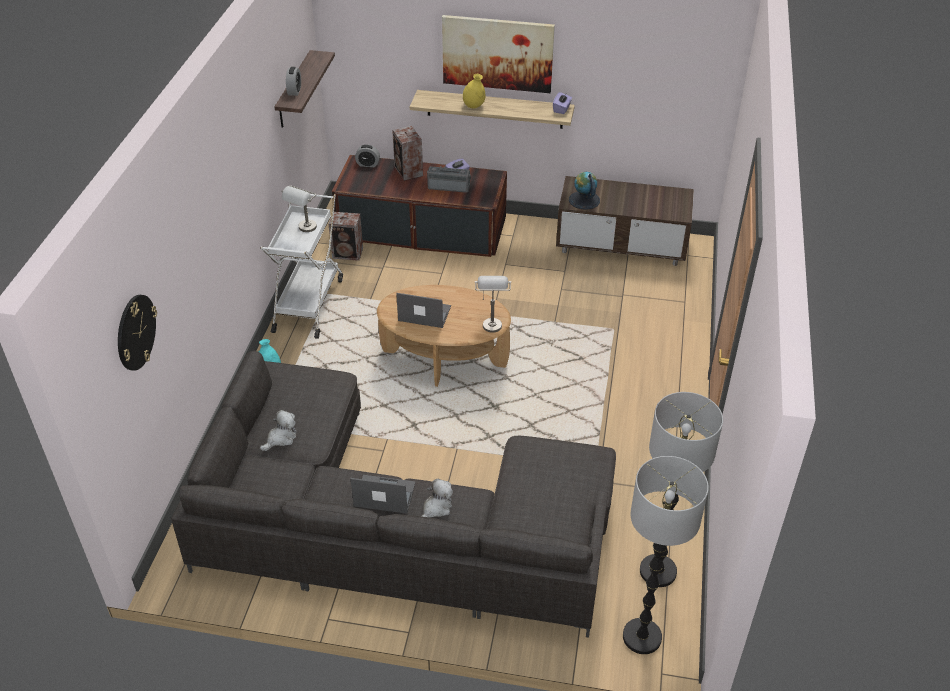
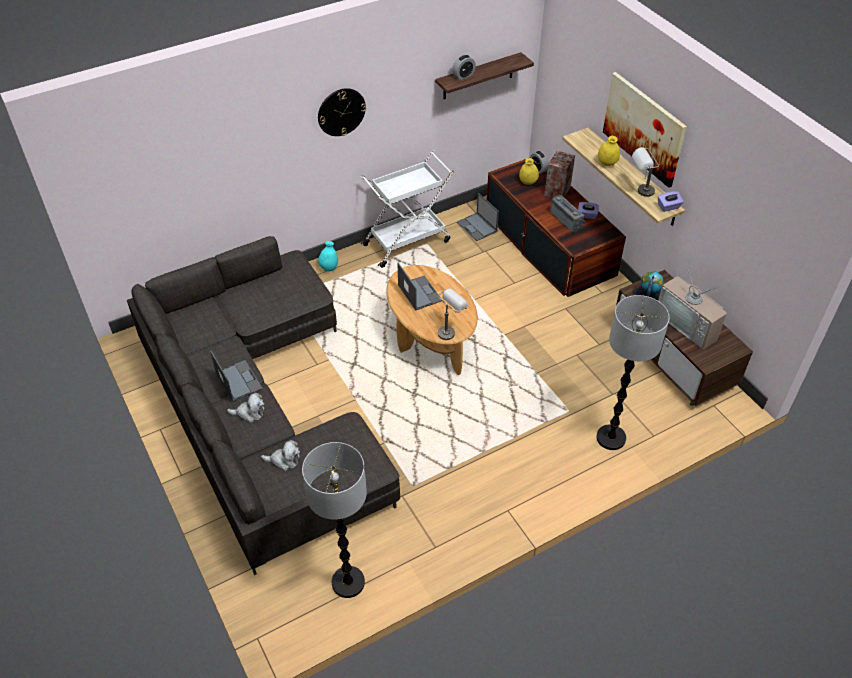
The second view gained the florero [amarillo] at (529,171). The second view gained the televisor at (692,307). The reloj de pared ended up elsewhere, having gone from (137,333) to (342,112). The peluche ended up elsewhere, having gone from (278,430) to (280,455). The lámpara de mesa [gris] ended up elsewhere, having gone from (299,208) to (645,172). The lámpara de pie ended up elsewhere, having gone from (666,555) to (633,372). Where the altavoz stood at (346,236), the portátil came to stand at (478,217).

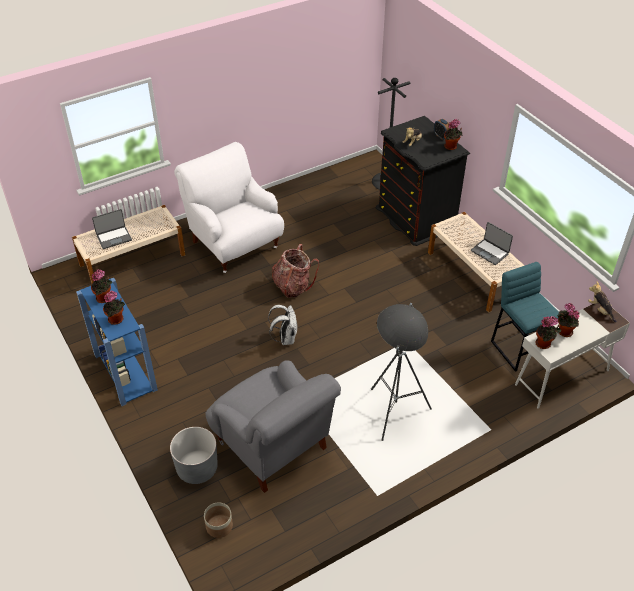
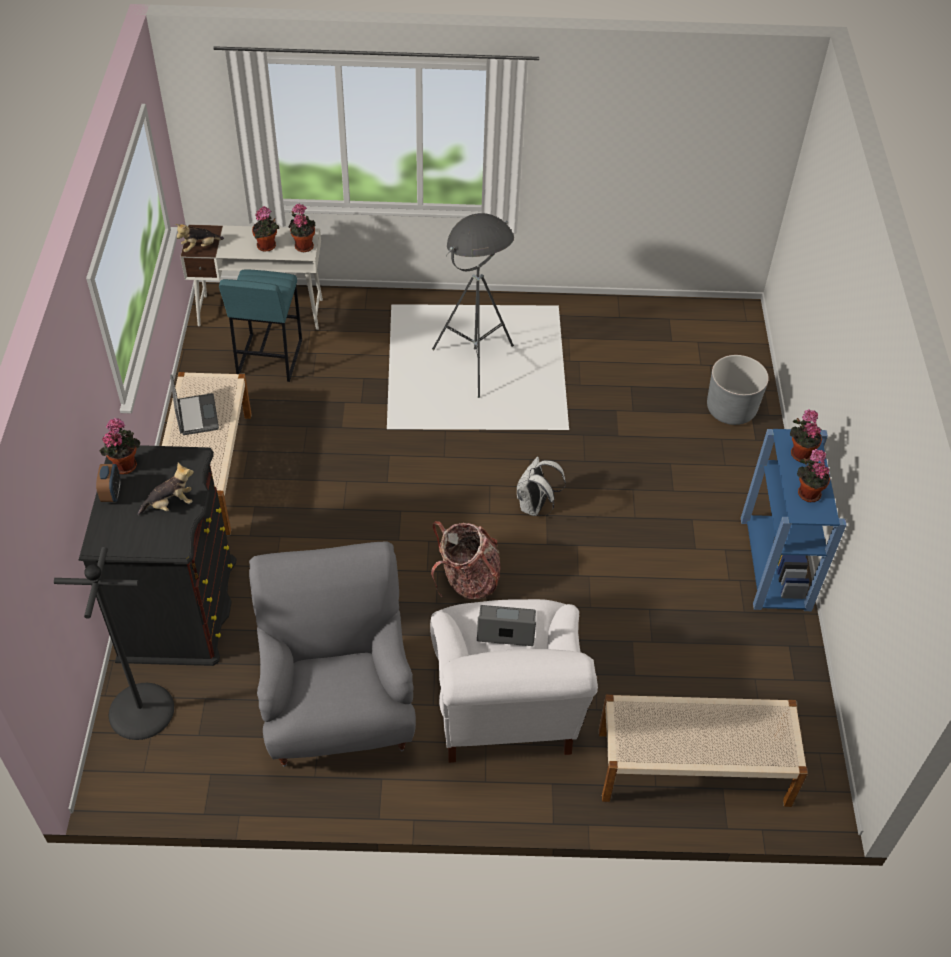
The second view lost the maceta at (218,520). The portátil ended up elsewhere, having gone from (112,229) to (506,625). The sillón [gris] ended up elsewhere, having gone from (273,426) to (332,654). The peluche at (602,302) ended up facing another way, 60 degrees clockwise from before.

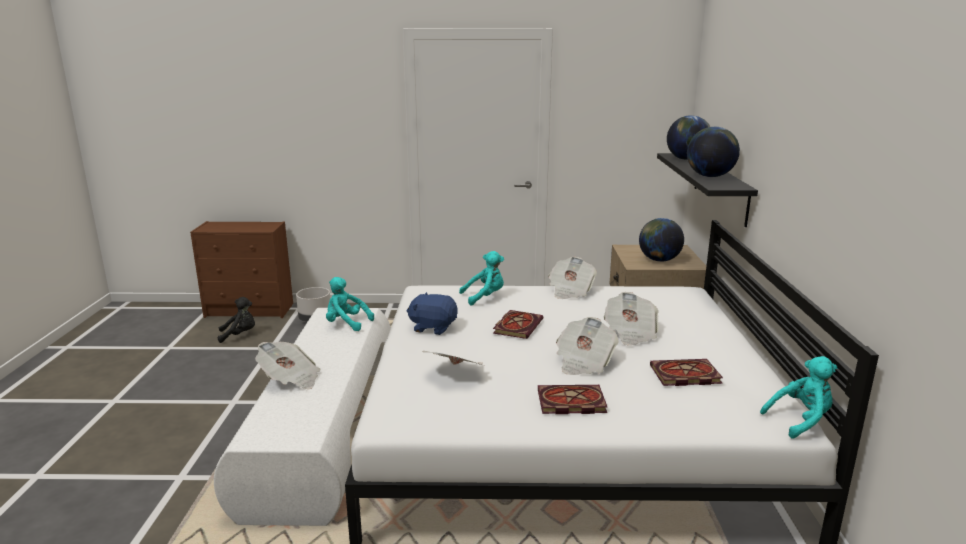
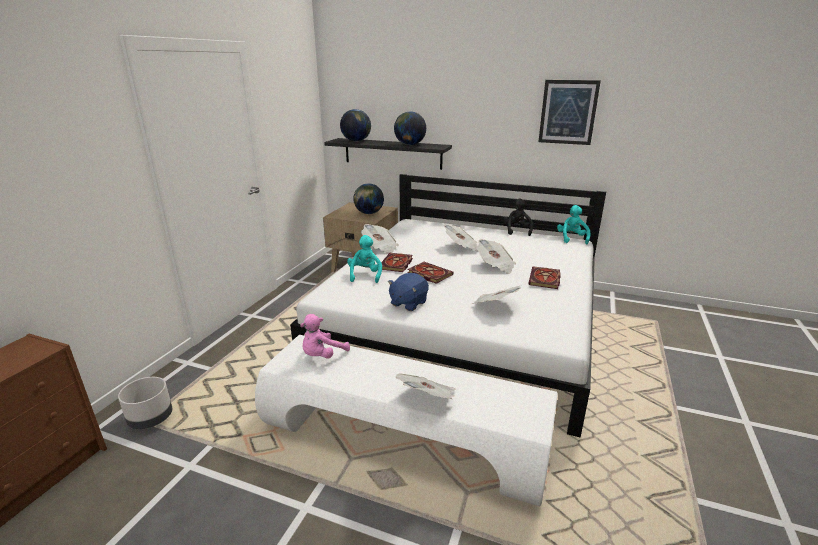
The second view gained the cuadro at (569,112). The peluche [negro] ended up elsewhere, having gone from (236,320) to (518,217). The libro ended up elsewhere, having gone from (686,372) to (397,262). What was the peluche [turquesa] at (350,304) turned into the peluche [rosa] at (325,336).

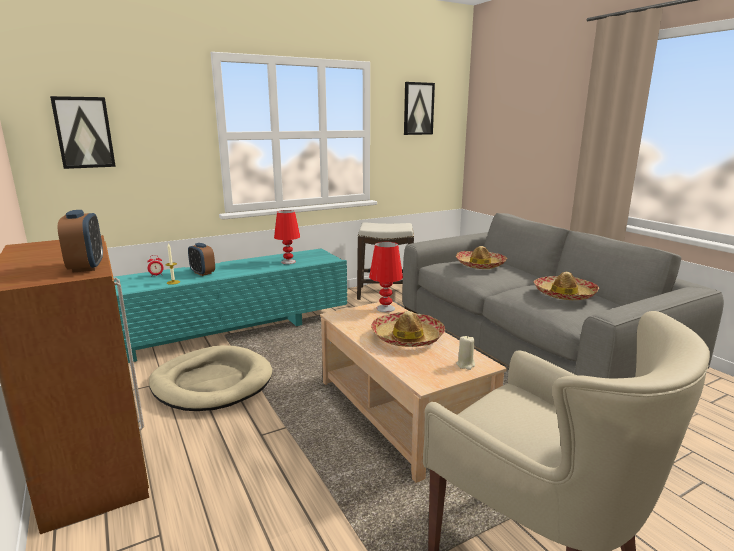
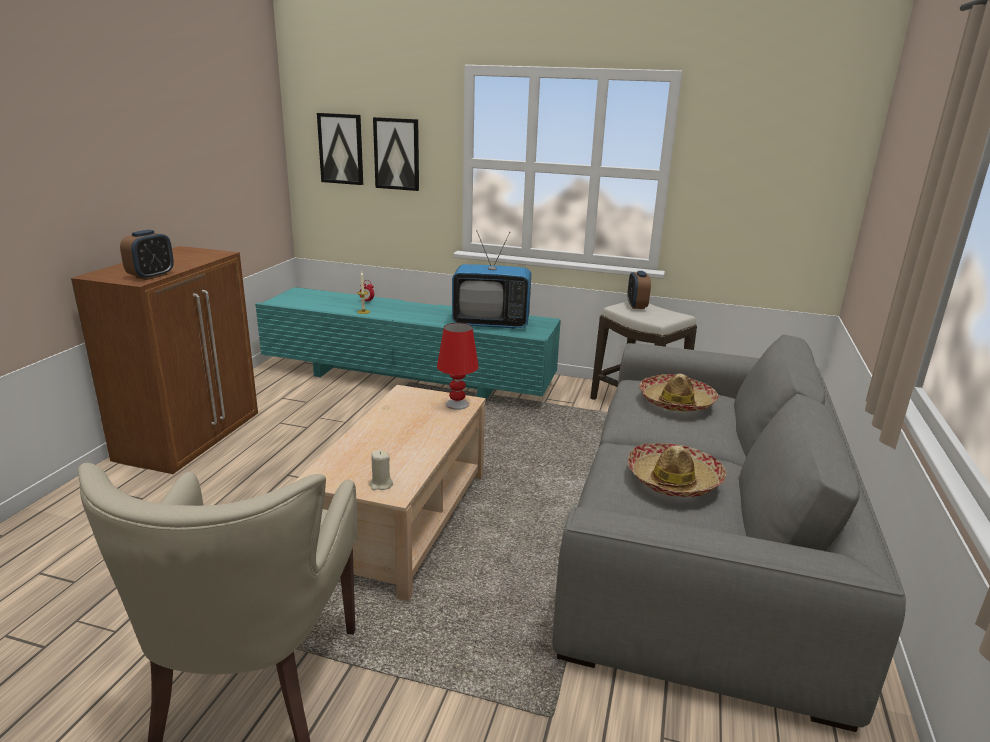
The second view lost the cama para perro [beis] at (210,378). The second view lost the sombrero at (408,329). The despertador ended up elsewhere, having gone from (201,259) to (639,290). The cuadro ended up elsewhere, having gone from (419,108) to (396,154). Where the lámpara de mesa [rojo] stood at (287,237), the televisor came to stand at (491,279).

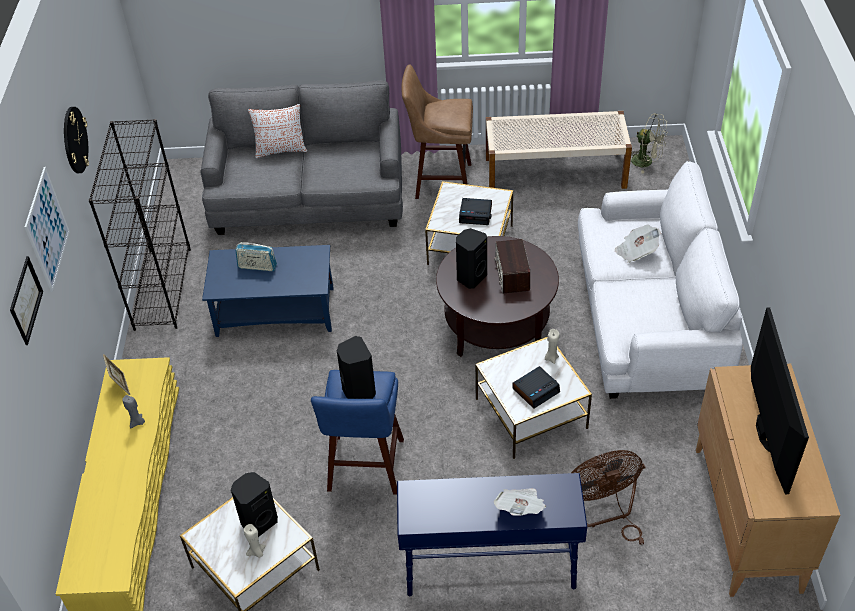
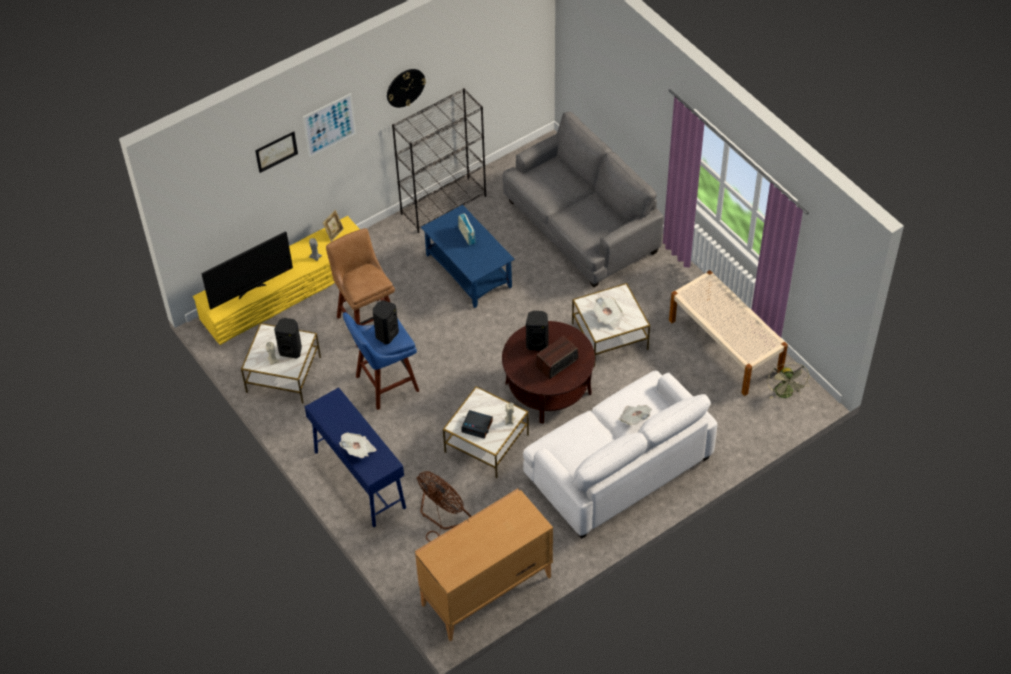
The second view lost the cojín [blanco] at (277,131). The taburete [marrón] ended up elsewhere, having gone from (437,131) to (360,288). The televisor ended up elsewhere, having gone from (780,401) to (247,270). Where the despertador stood at (475,211), the periódico came to stand at (608,312).

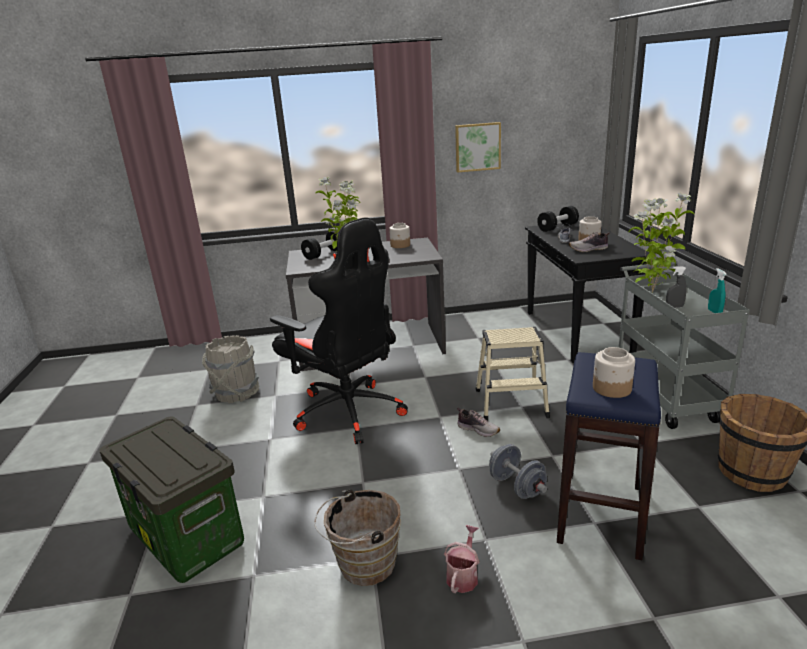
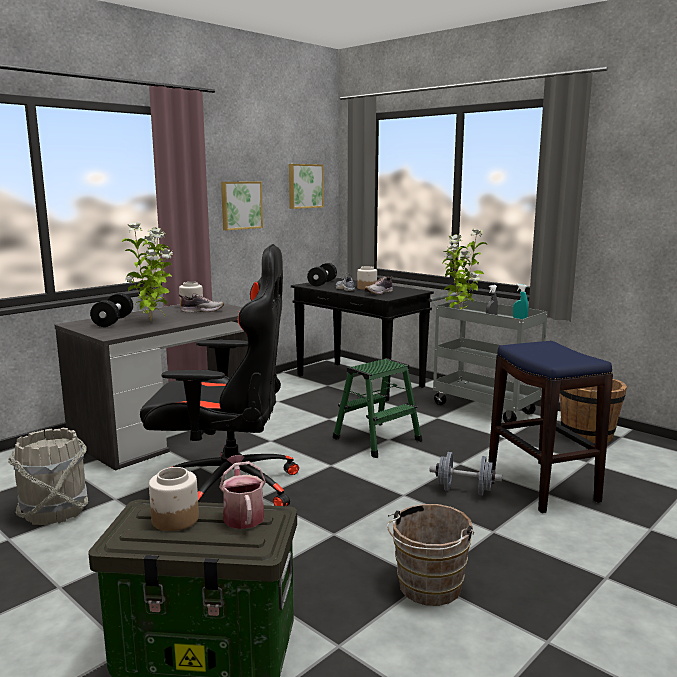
The second view gained the cuadro at (306,186). The regadera ended up elsewhere, having gone from (462,559) to (242,492). The zapato ended up elsewhere, having gone from (478,422) to (201,303). The tarro ended up elsewhere, having gone from (614,372) to (174,499). What was the escalera de tijera [beis] at (513,374) turned into the escalera de tijera [verde] at (377,408).

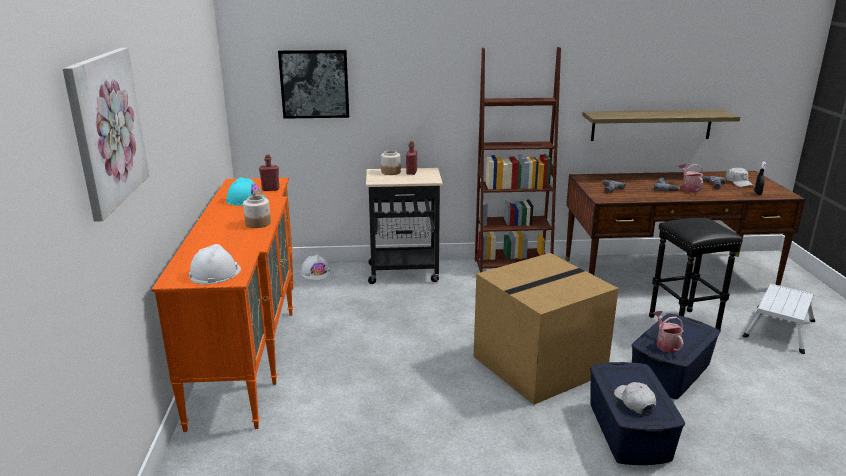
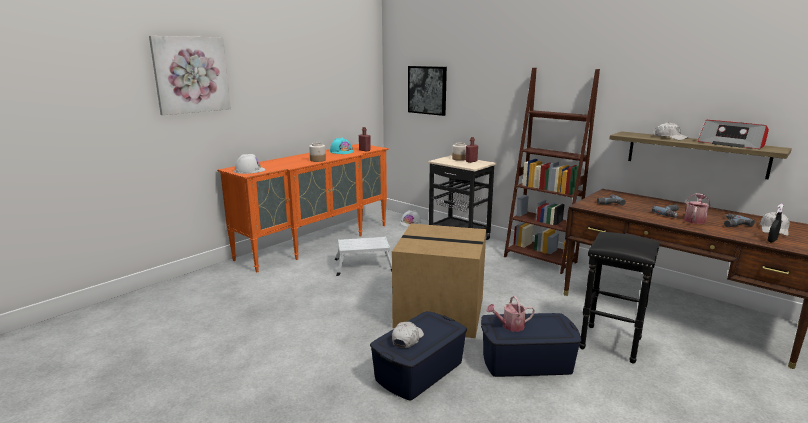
The second view gained the gorra [blanco] at (672,131). The second view gained the radio at (733,134). The escalera de tijera [blanco] ended up elsewhere, having gone from (779,318) to (363,256). The regadera at (668,332) ended up facing another way, 135 degrees counterclockwise from before.

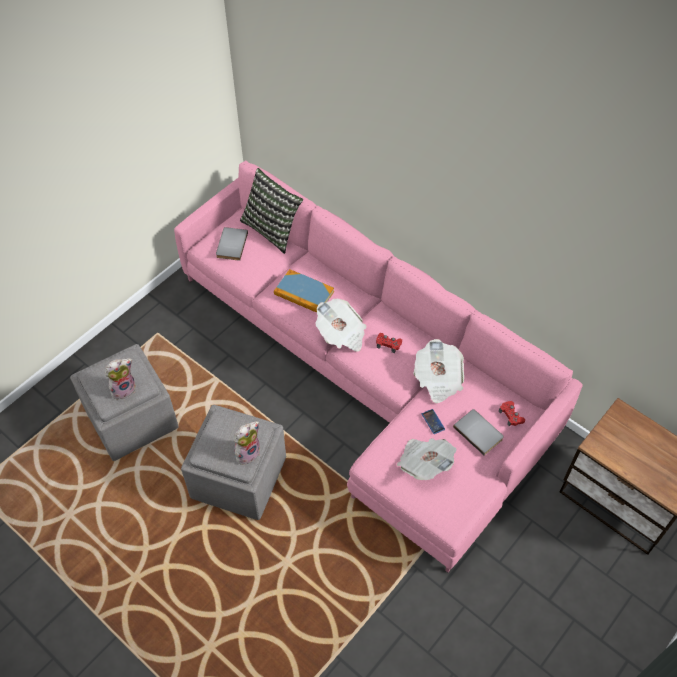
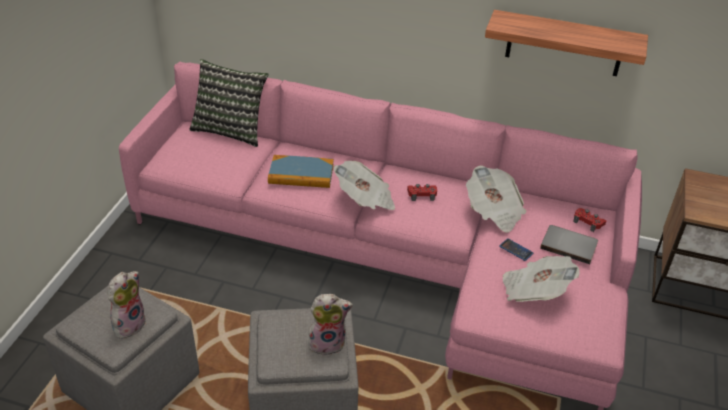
The second view lost the libro [gris] at (232,244). The second view gained the estante at (566,43). The peluche at (247,442) ended up facing another way, 60 degrees clockwise from before.

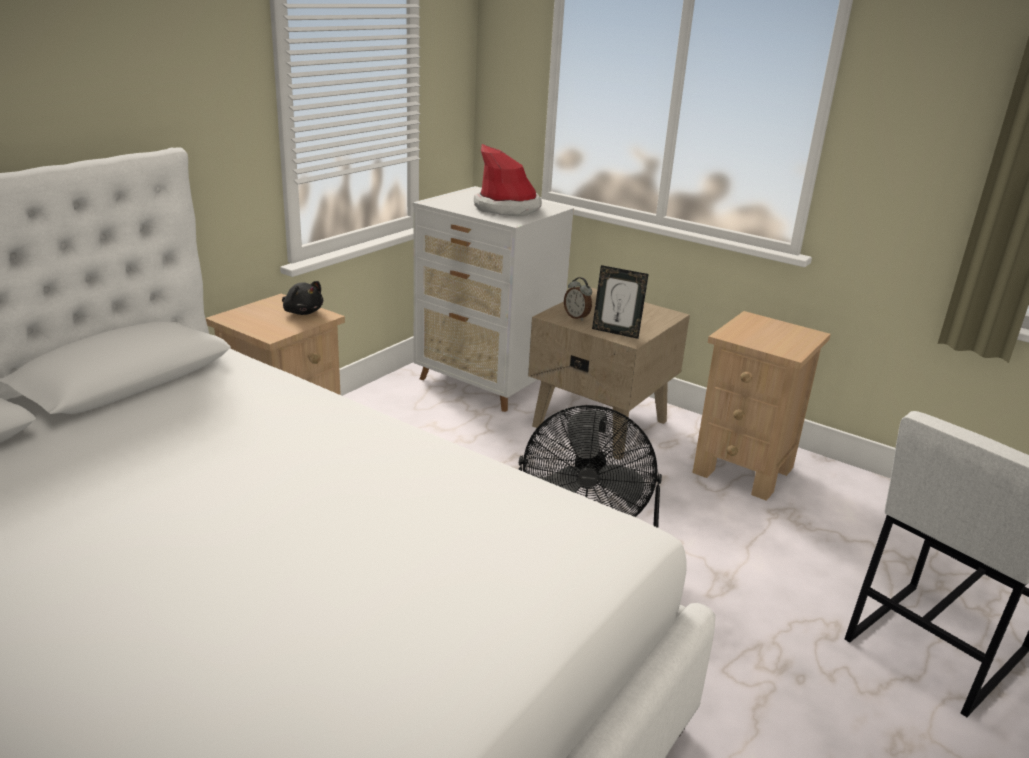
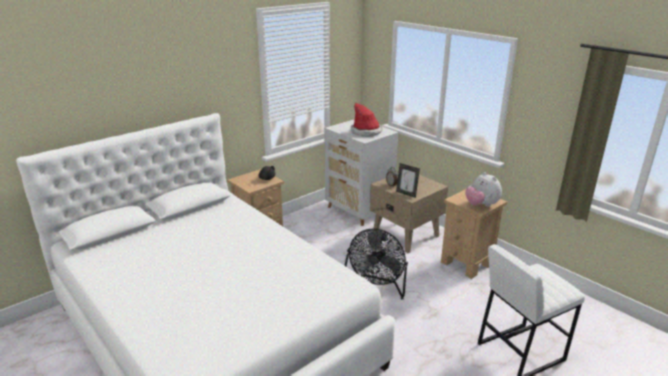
The second view gained the peluche at (483,189).

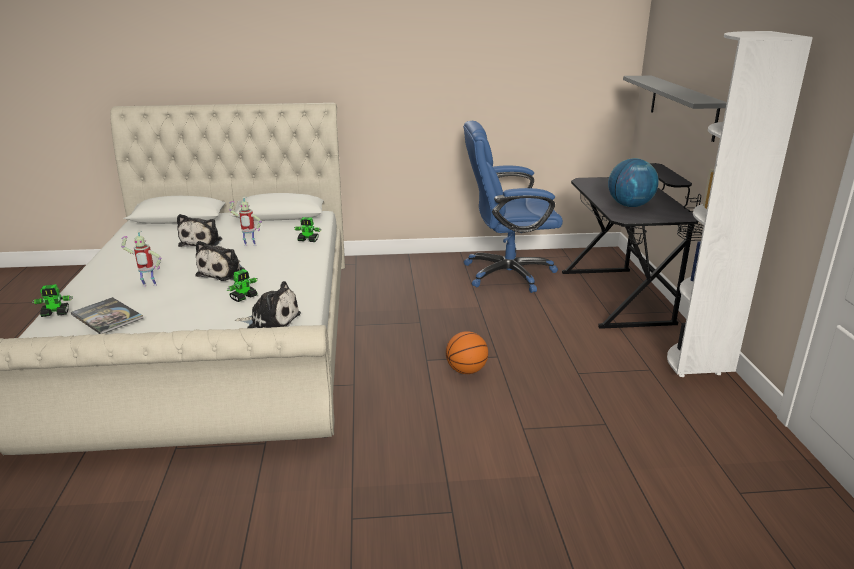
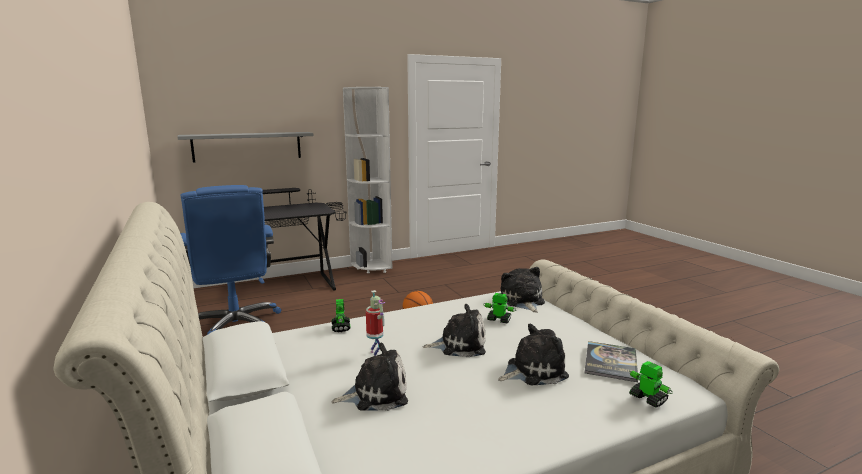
The second view lost the globo terráqueo at (633,182). Where the robot de juguete stood at (141,259), the peluche came to stand at (533,354).

